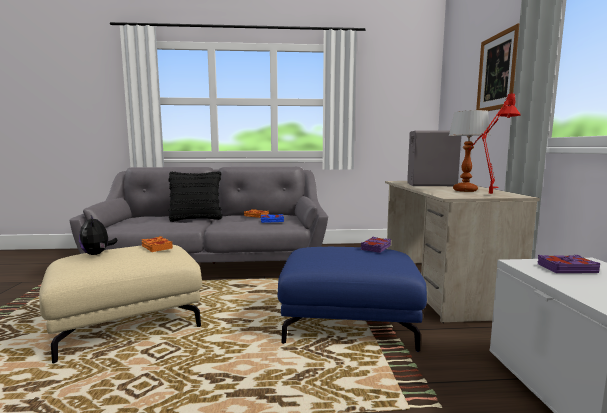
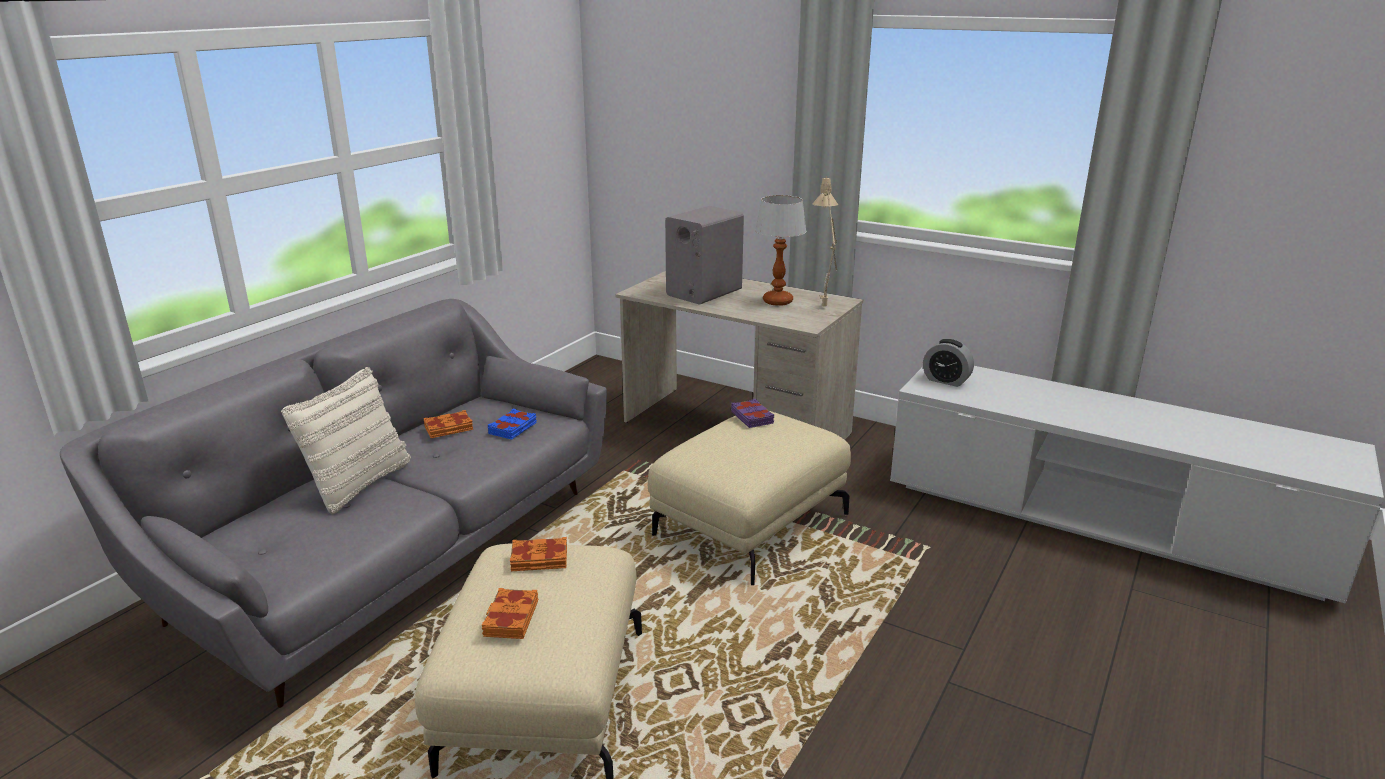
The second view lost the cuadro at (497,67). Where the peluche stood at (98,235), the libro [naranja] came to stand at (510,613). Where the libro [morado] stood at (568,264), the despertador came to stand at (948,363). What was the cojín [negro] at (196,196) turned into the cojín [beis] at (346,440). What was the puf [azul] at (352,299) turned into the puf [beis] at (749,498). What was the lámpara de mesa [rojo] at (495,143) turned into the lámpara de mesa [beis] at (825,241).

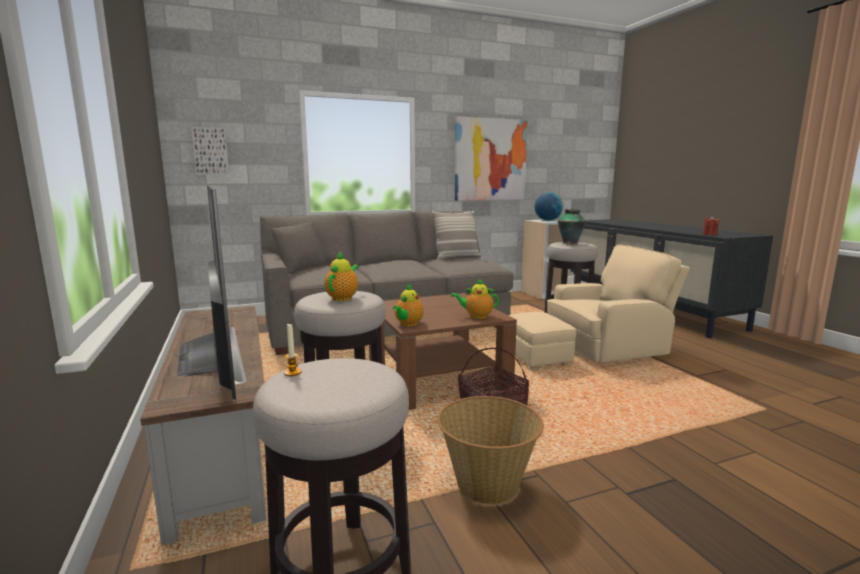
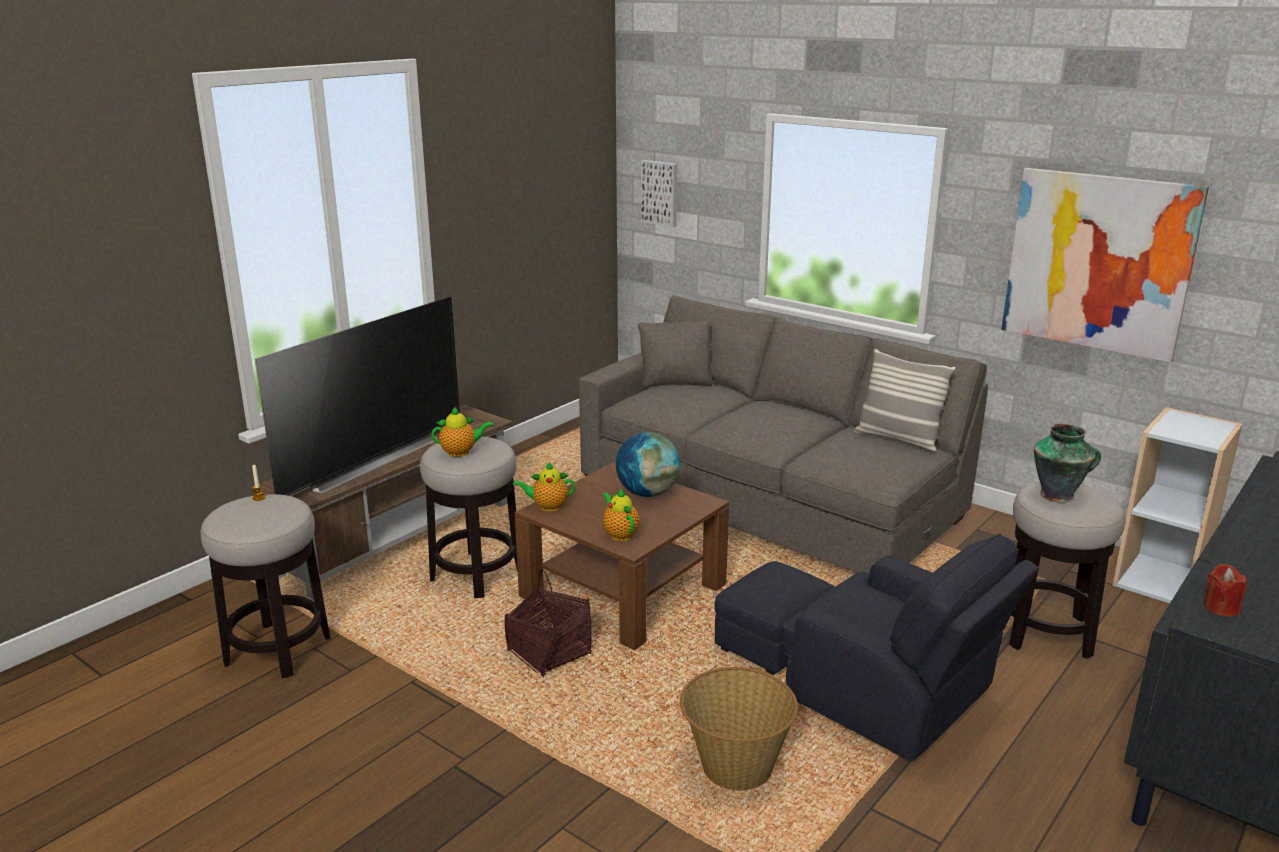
The cesta ended up elsewhere, having gone from (490,450) to (739,729). The globo terráqueo ended up elsewhere, having gone from (549,206) to (648,464). What was the sillón [beis] at (599,307) turned into the sillón [negro] at (877,647).

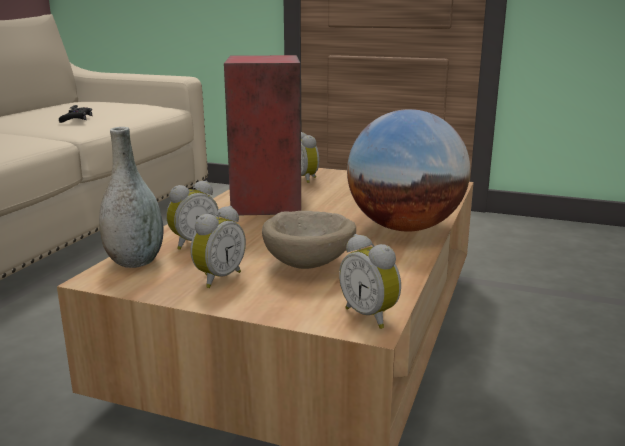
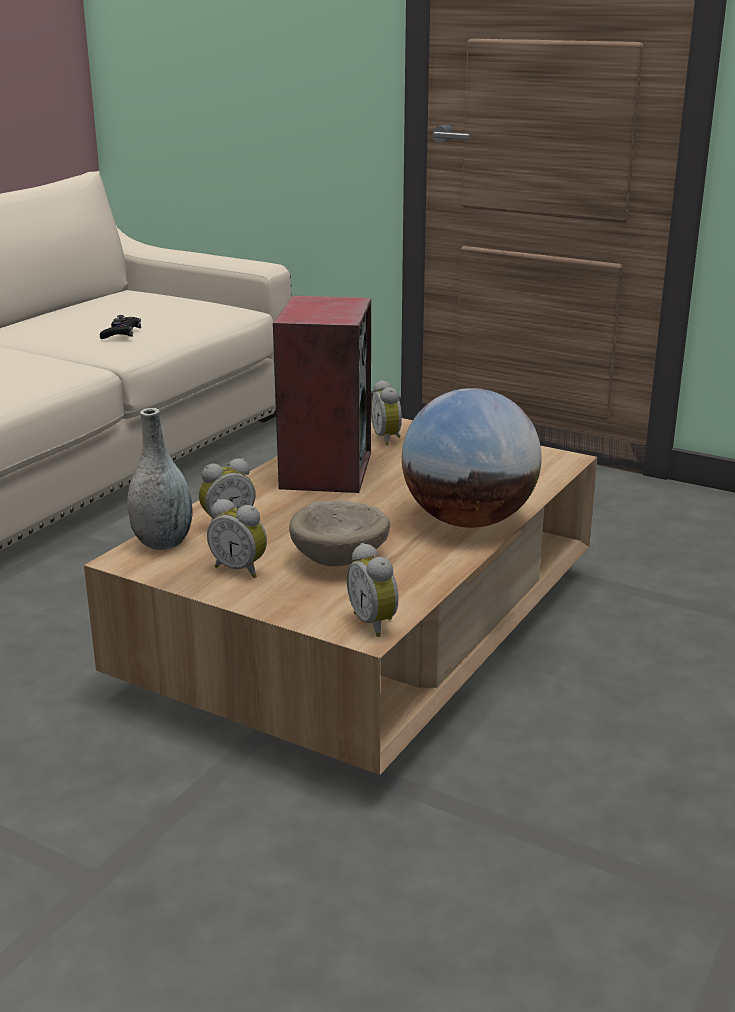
The despertador at (218,247) ended up facing another way, 75 degrees clockwise from before.

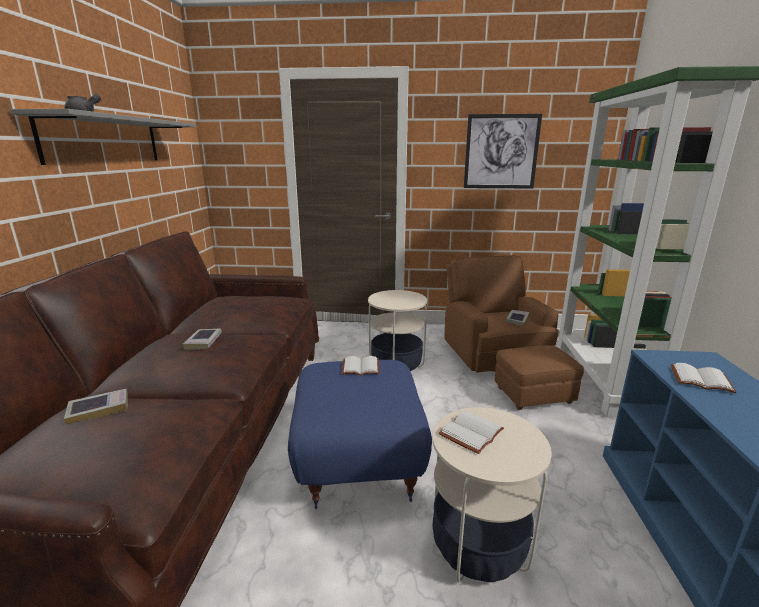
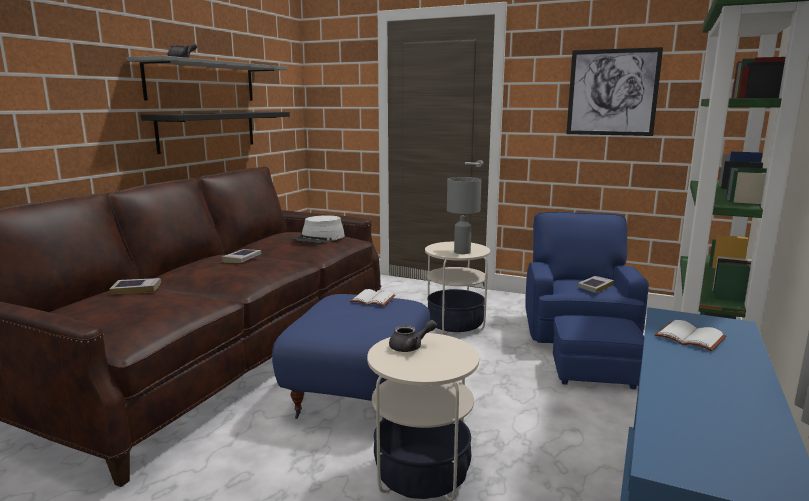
The second view gained the estante [negro] at (215,133). The second view gained the sombrero [gris] at (319,229). The second view gained the lámpara de mesa [gris] at (464,215). Where the libro [blanco] stood at (471,432), the tetera [gris] came to stand at (413,336). What was the sillón [marrón] at (514,332) turned into the sillón [azul] at (587,300).

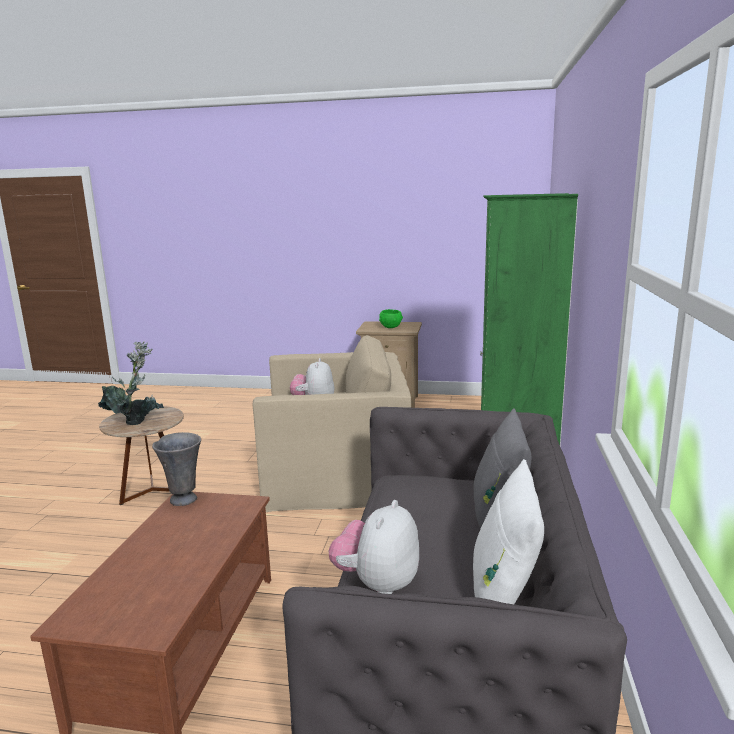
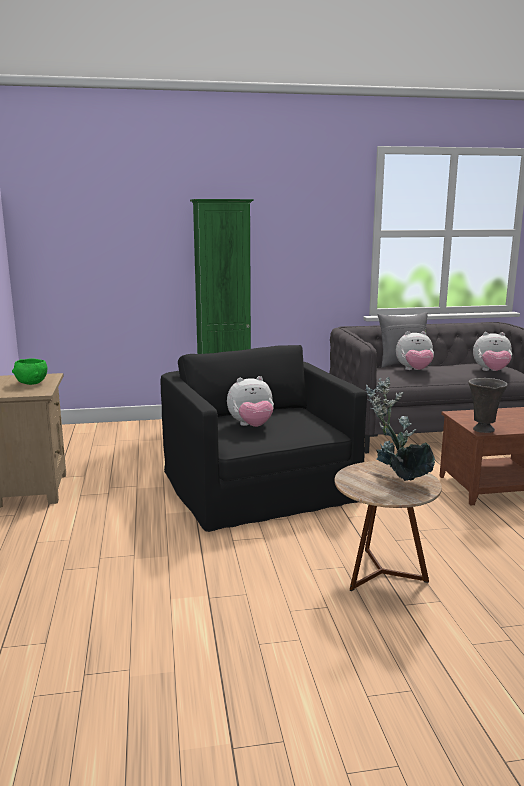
The second view lost the cojín [blanco] at (508,531). The second view gained the peluche at (415,350). What was the sillón [beis] at (332,423) turned into the sillón [negro] at (264,438).

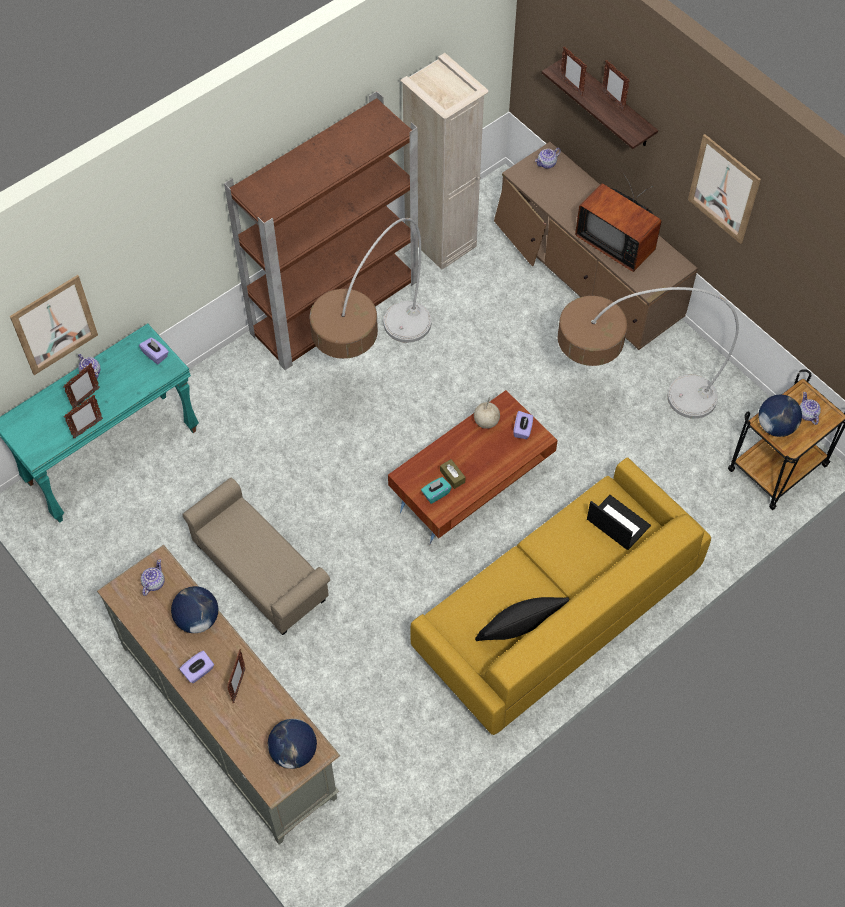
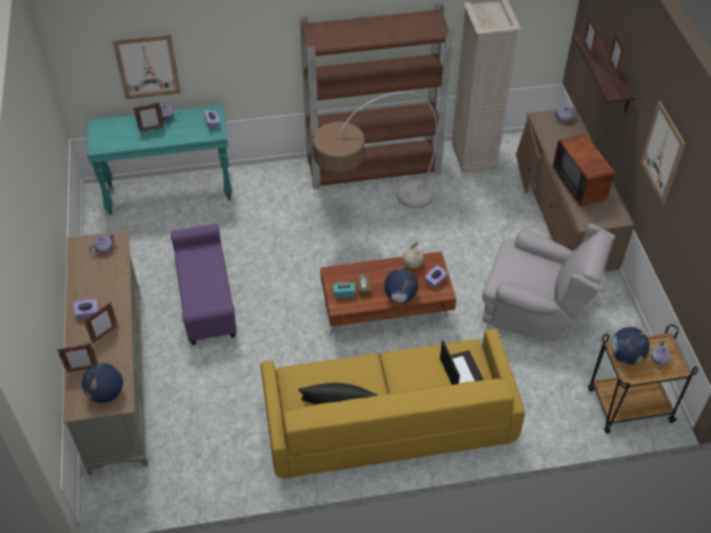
The portarretratos ended up elsewhere, having gone from (83,416) to (77,358). The globo terráqueo ended up elsewhere, having gone from (194,609) to (401,286). Where the lámpara de pie stood at (648,353), the sillón [gris] came to stand at (548,282). What was the puf [beis] at (256,556) turned into the puf [morado] at (204,284).

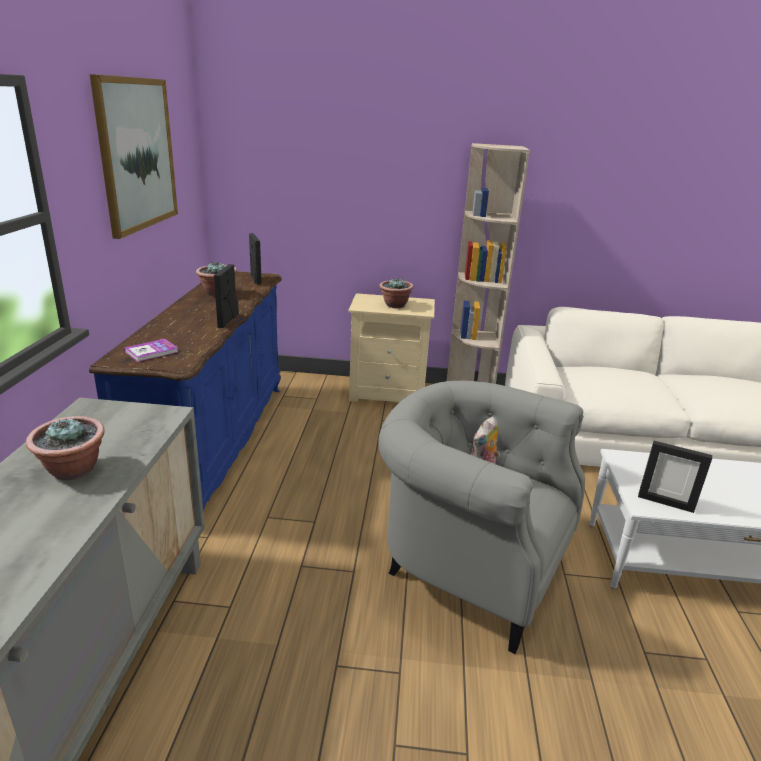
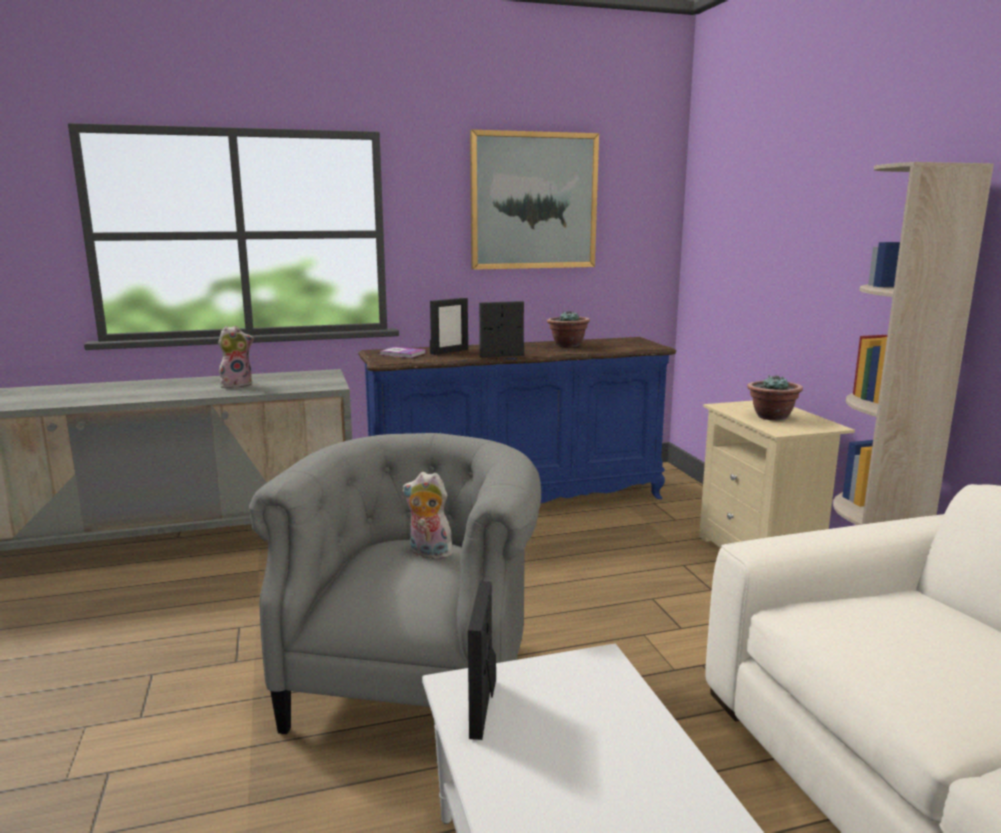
The portarretratos ended up elsewhere, having gone from (255,259) to (449,326). Where the planta en maceta stood at (65,448), the peluche came to stand at (236,357).

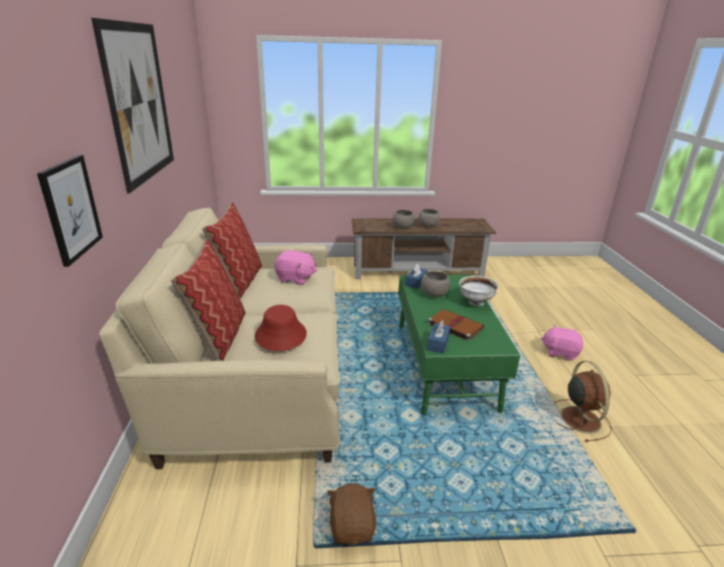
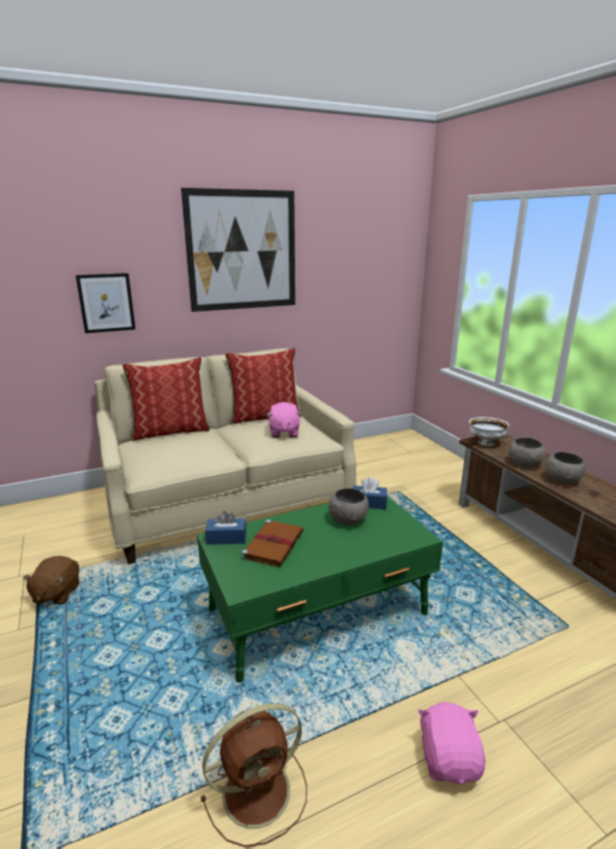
The second view lost the sombrero [rojo] at (281,328). The cuenco [blanco] ended up elsewhere, having gone from (479,291) to (489,431). The peluche [marrón] at (351,514) ended up facing another way, 120 degrees clockwise from before.

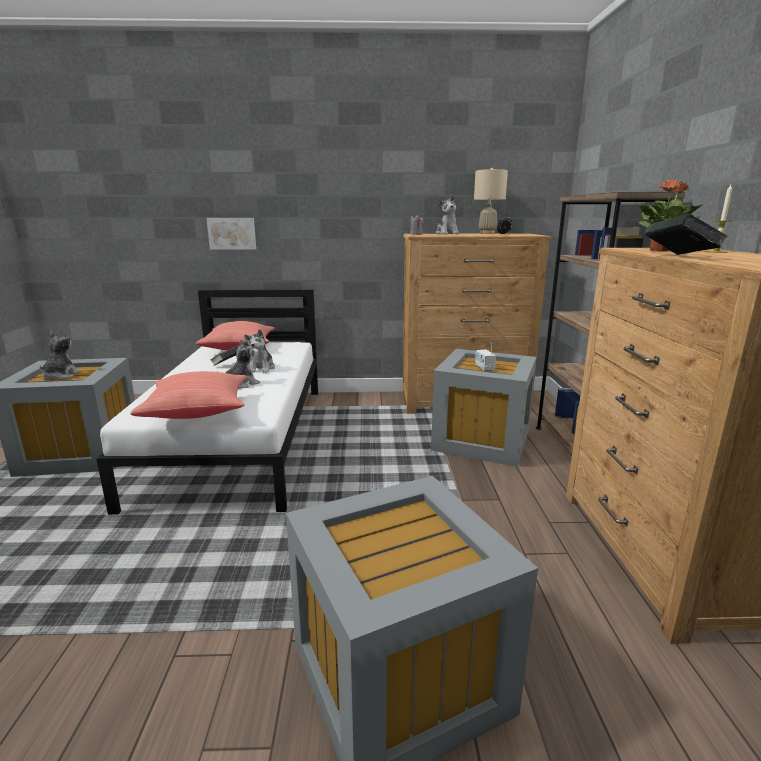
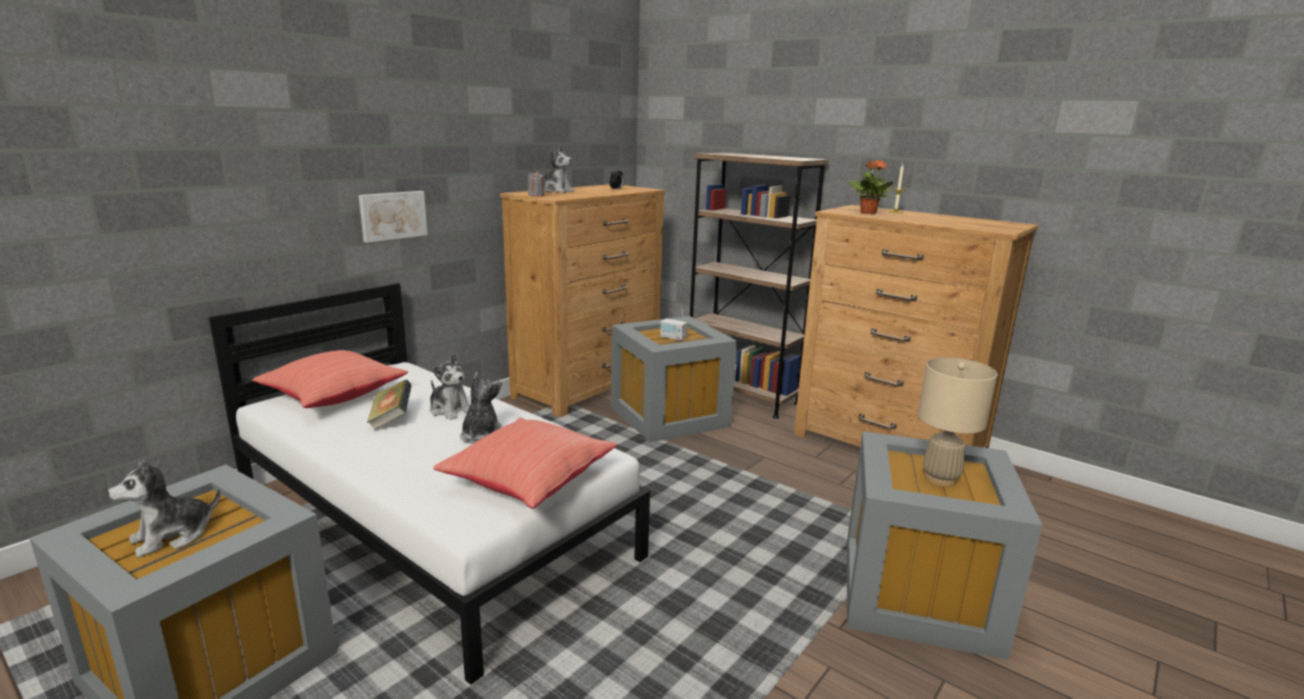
The second view lost the libro at (686,234). The cuadro ended up elsewhere, having gone from (231,234) to (393,217). The lámpara de mesa [beis] ended up elsewhere, having gone from (491,201) to (958,422). The peluche at (60,355) ended up facing another way, 90 degrees counterclockwise from before.

